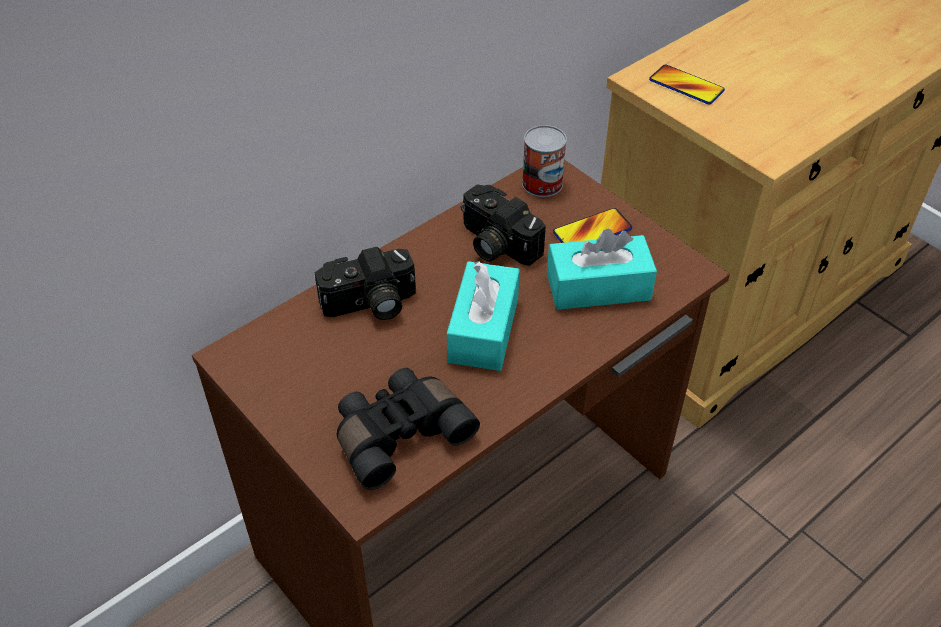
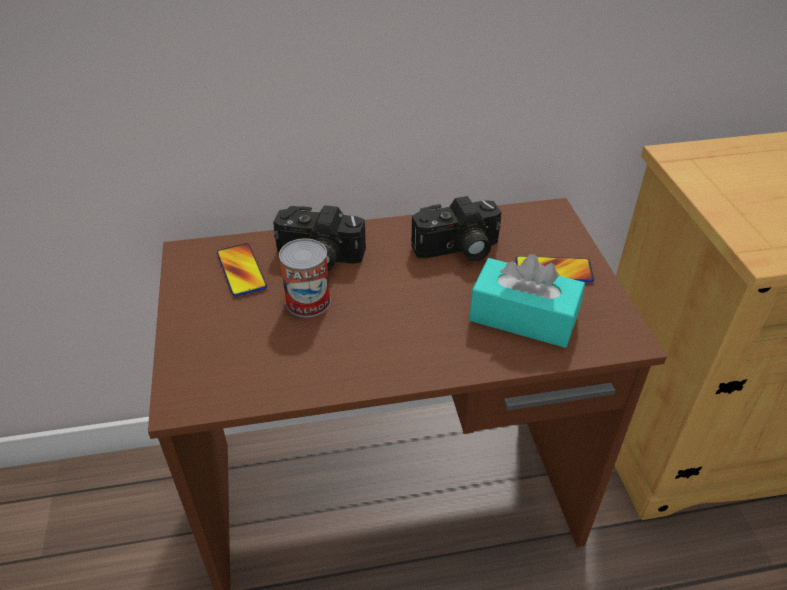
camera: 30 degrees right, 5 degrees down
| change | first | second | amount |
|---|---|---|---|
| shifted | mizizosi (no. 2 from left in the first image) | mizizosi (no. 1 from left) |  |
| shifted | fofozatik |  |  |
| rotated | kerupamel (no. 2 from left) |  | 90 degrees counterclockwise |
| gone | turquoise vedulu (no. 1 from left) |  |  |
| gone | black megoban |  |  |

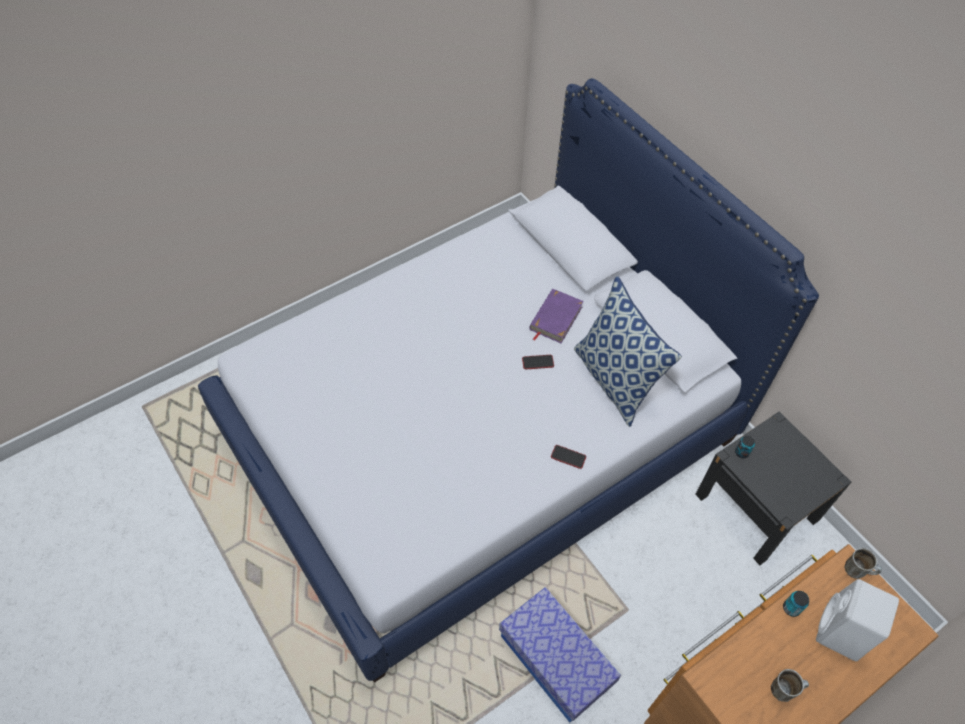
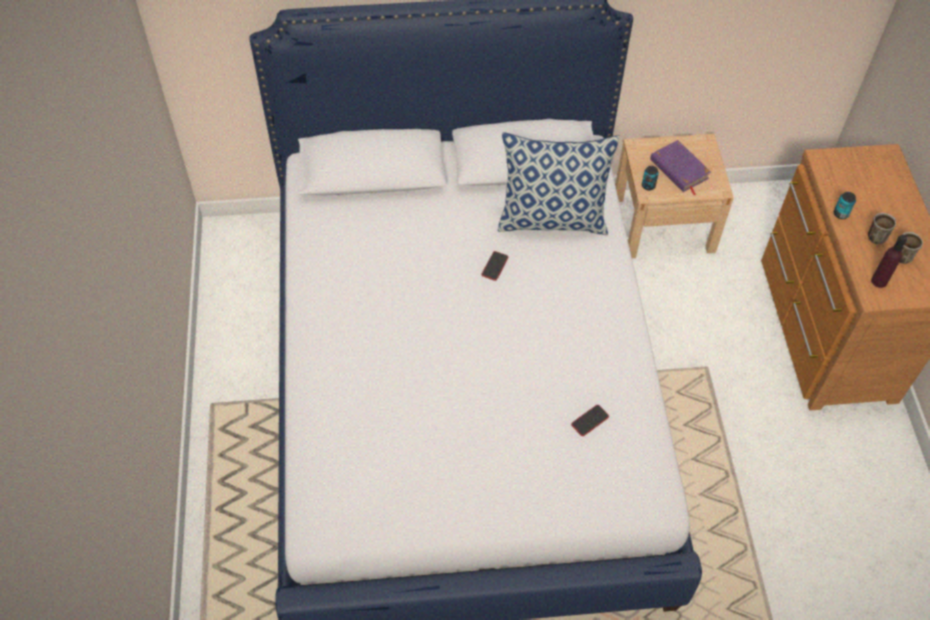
camera: 60 degrees left, 0 degrees up
| change | first | second | amount |
|---|---|---|---|
| shifted | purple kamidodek |  |  |
| repainted | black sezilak | beige sezilak |  |
| shifted | mizizosi (no. 2 from left) |  |  |
| shifted | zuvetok (no. 2 from left in the first image) | zuvetok (no. 1 from left) |  |
| gone | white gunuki |  |  |
| gone | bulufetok |  |  |
| new |  | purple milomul |  |

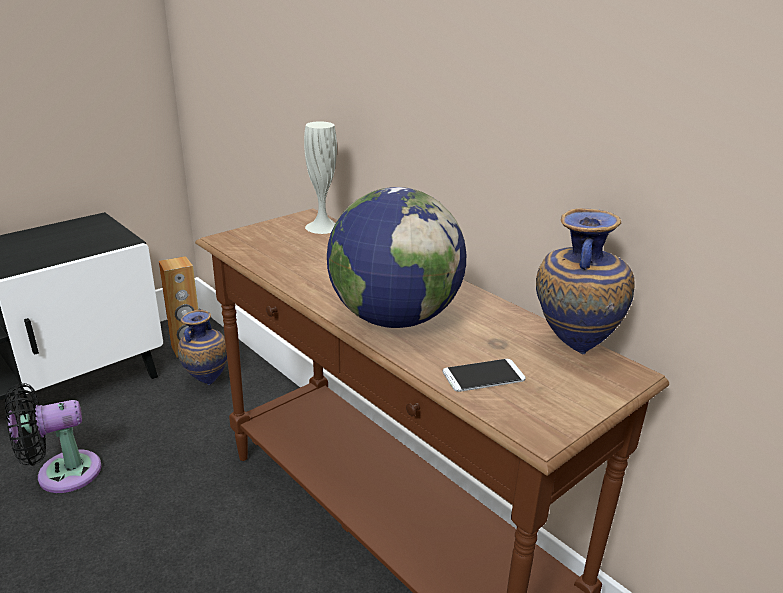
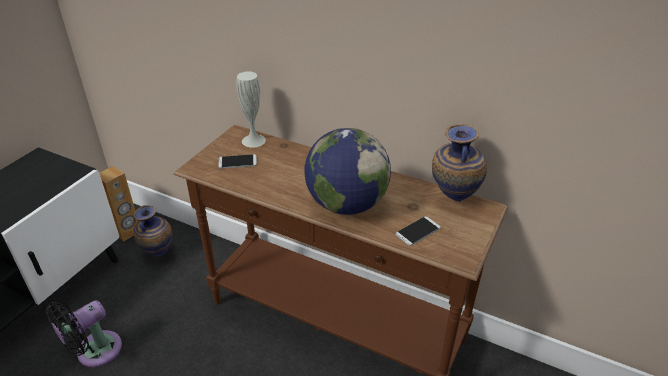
camera: 20 degrees left, 10 degrees up
| change | first | second | amount |
|---|---|---|---|
| new |  | mizizosi (no. 1 from left) |  |

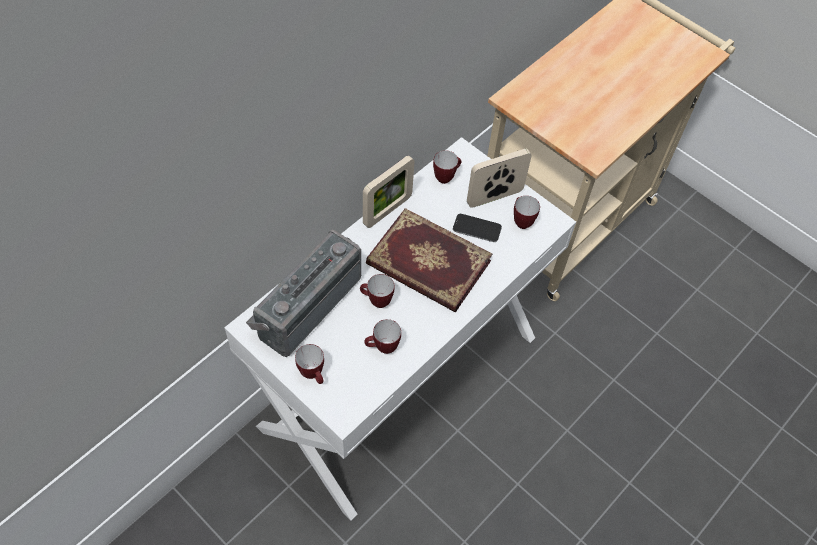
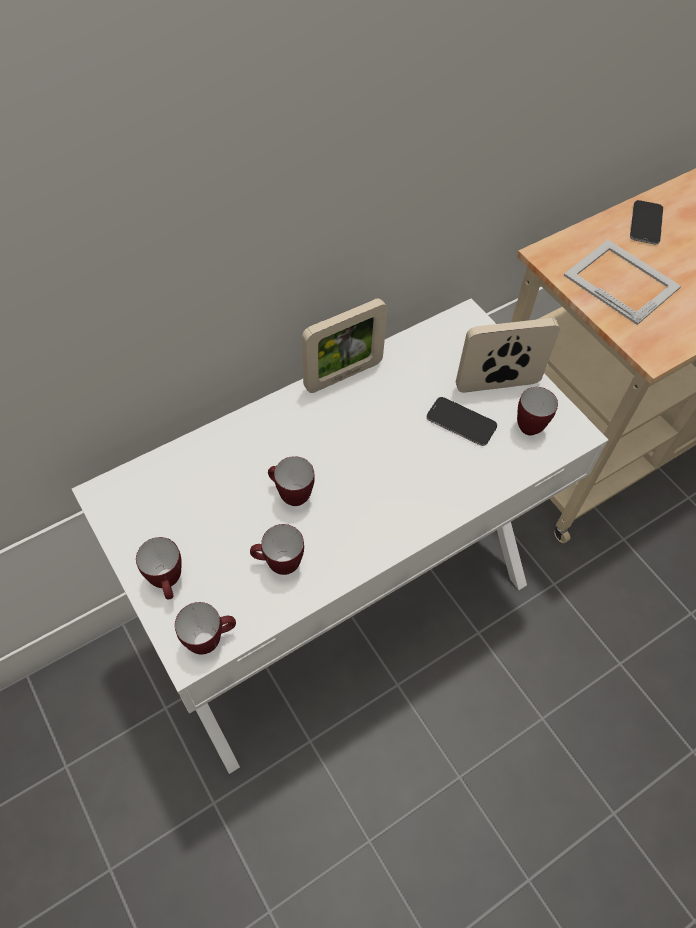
camera: 15 degrees right, 0 degrees up
| change | first | second | amount |
|---|---|---|---|
| shifted | zuvetok (no. 4 from left in the first image) | zuvetok (no. 2 from left) |  |
| gone | kamidodek |  |  |
| gone | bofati |  |  |
| new |  | mizizosi (no. 2 from left) |  |
| new |  | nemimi (no. 3 from left) |  |

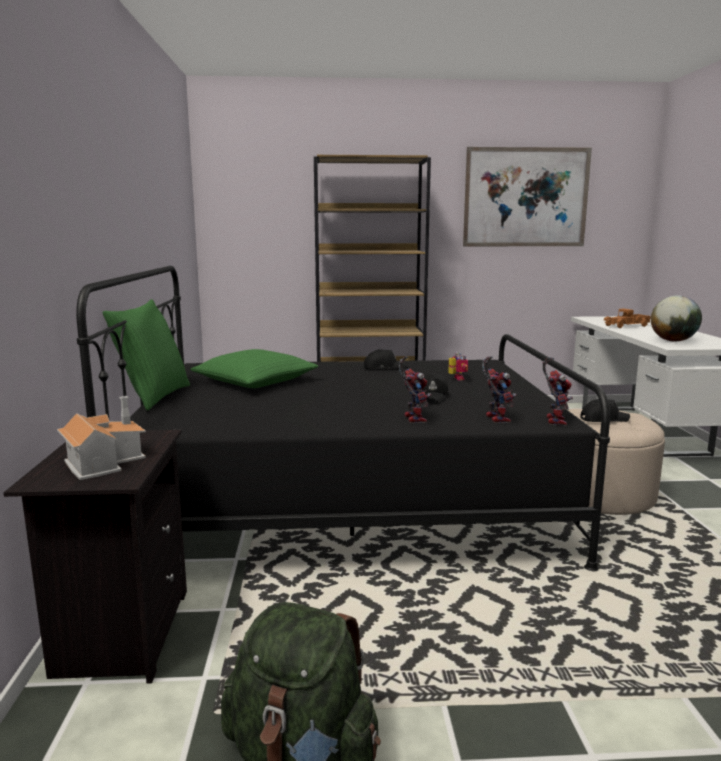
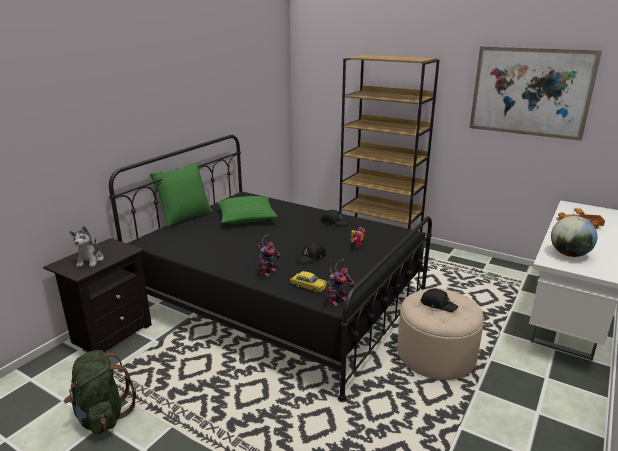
camera: 35 degrees right, 10 degrees up
| change | first | second | amount |
|---|---|---|---|
| swapped | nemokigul (no. 3 from left) | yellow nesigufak |  |
| swapped | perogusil | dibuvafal |  |

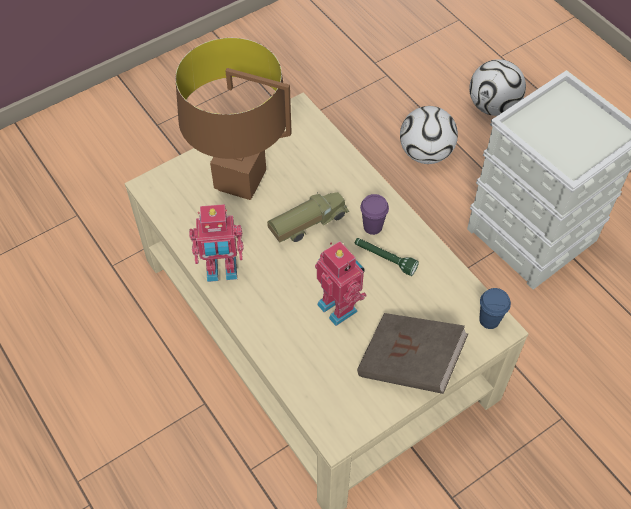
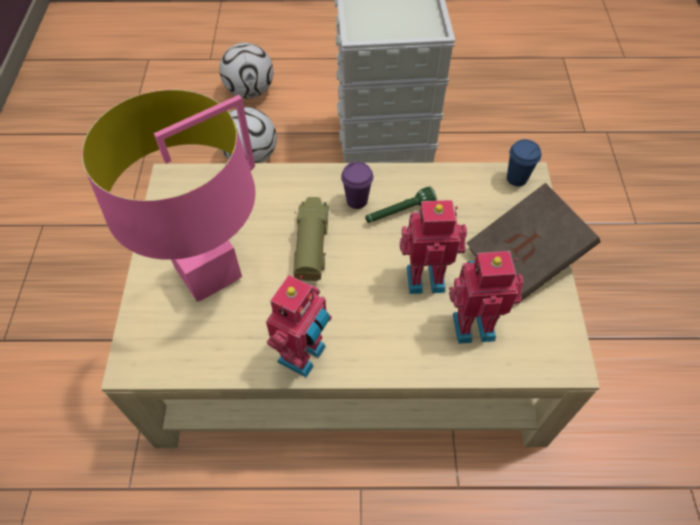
camera: 55 degrees left, 0 degrees up
| change | first | second | amount |
|---|---|---|---|
| repainted | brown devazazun | pink devazazun |  |
| new |  | nemokigul (no. 3 from left) |  |

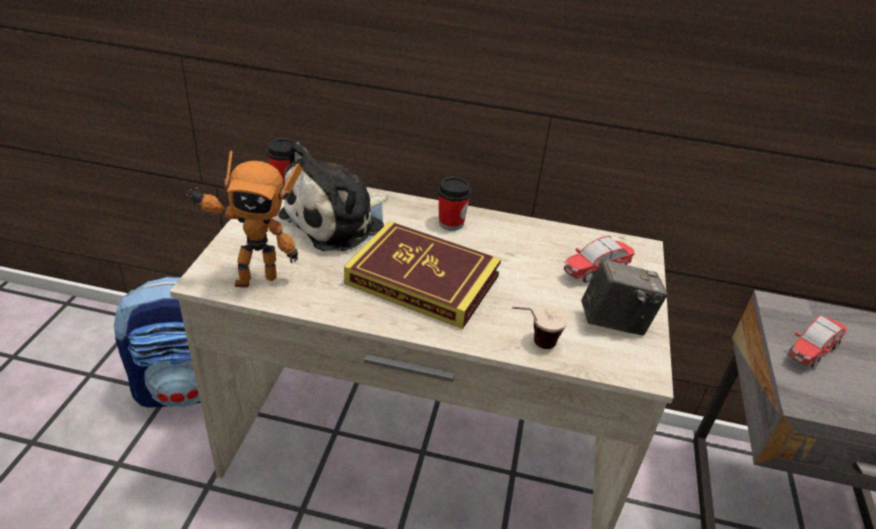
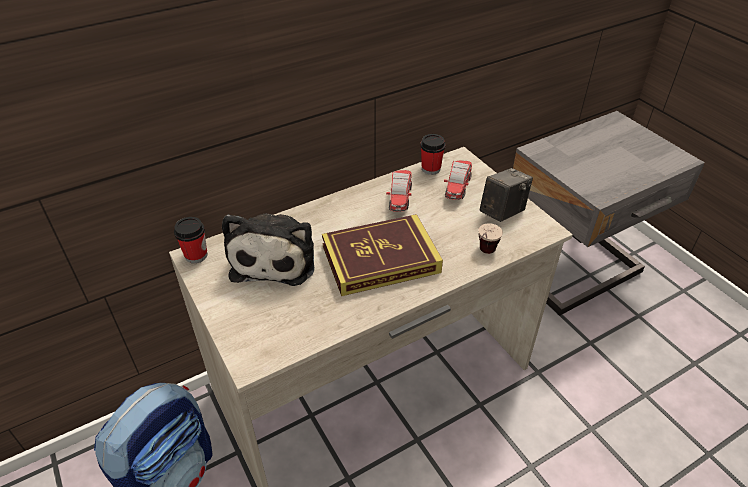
camera: 40 degrees left, 5 degrees up
| change | first | second | amount |
|---|---|---|---|
| gone | nemokigul |  |  |
| shifted | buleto (no. 2 from left) |  |  |
| shifted | nesigufak (no. 2 from left in the first image) | nesigufak (no. 1 from left) |  |

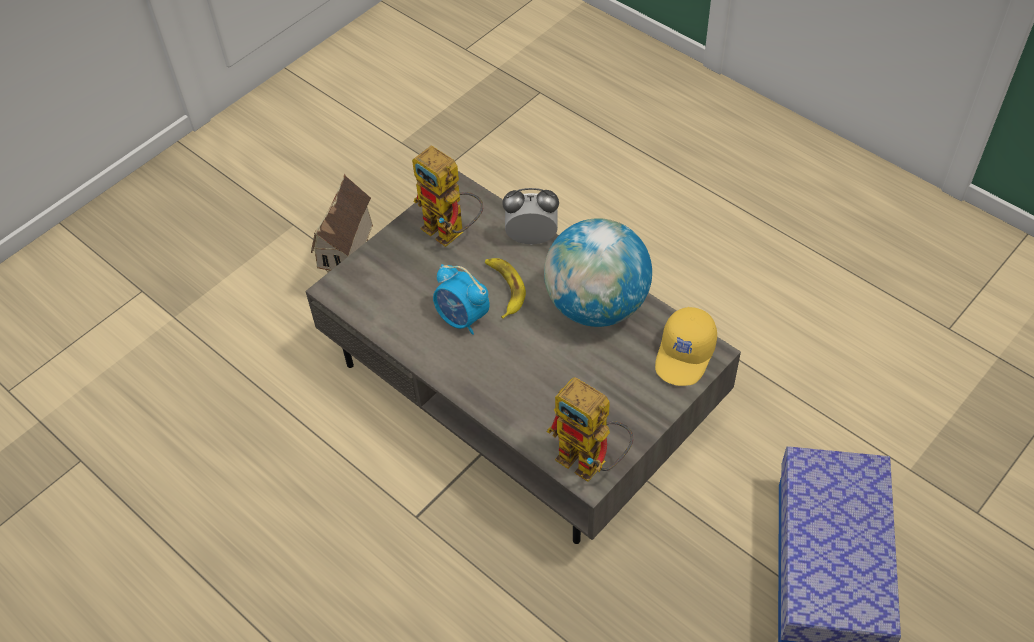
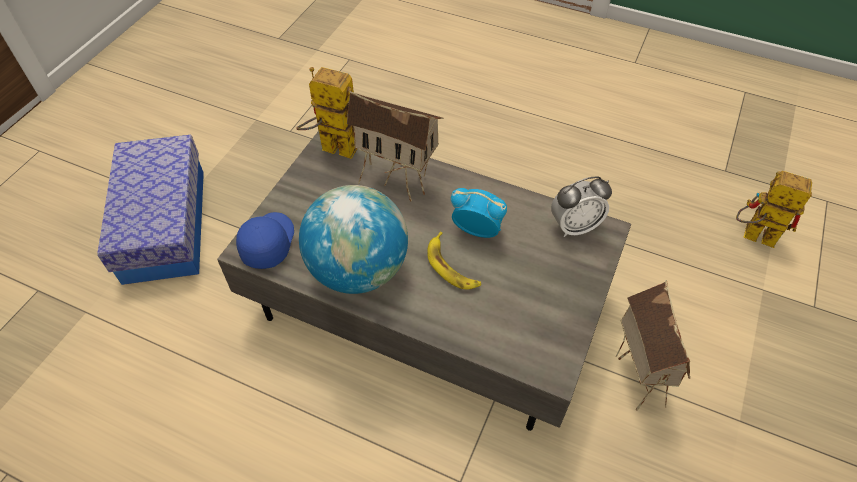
camera: 160 degrees right, 0 degrees up
| change | first | second | amount |
|---|---|---|---|
| shifted | nemokigul (no. 1 from left in the first image) | nemokigul (no. 2 from left) |  |
| shifted | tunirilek (no. 2 from left) |  |  |
| repainted | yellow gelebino | blue gelebino |  |
| new |  | perogusil (no. 1 from left) |  |

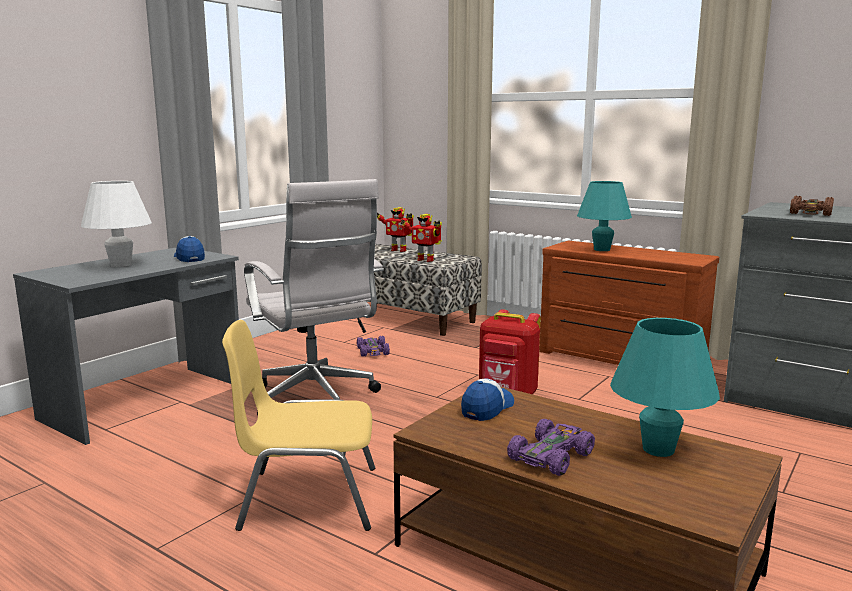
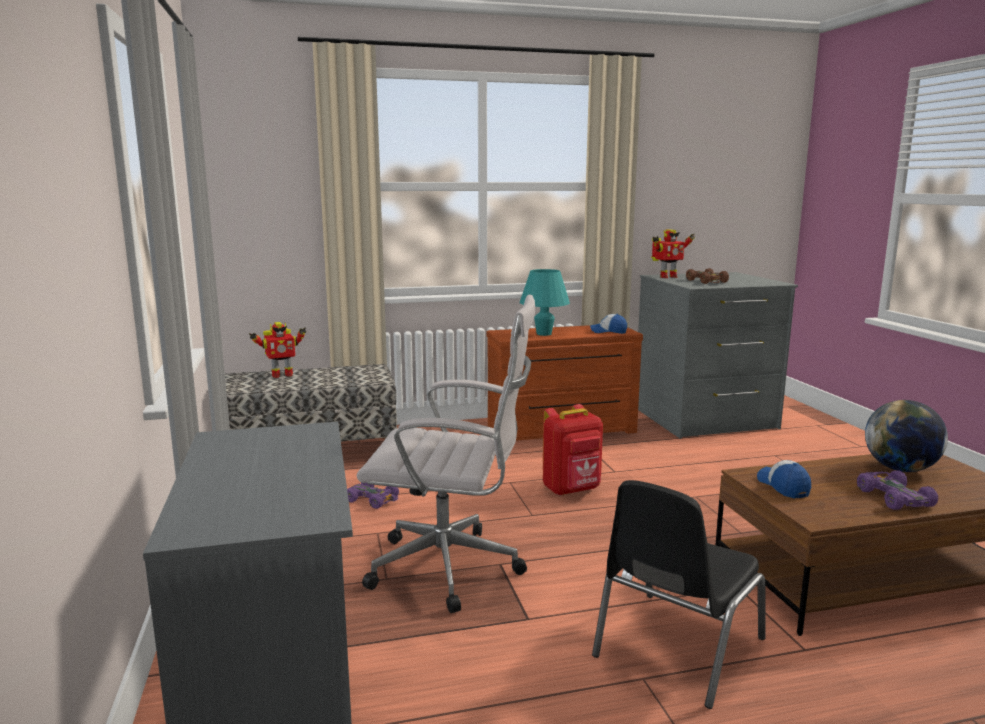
camera: 50 degrees left, 0 degrees up
| change | first | second | amount |
|---|---|---|---|
| gone | white devazazun |  |  |
| shifted | nemokigul (no. 2 from left) |  |  |
| shifted | gelebino (no. 1 from left) |  |  |
| swapped | turquoise devazazun (no. 2 from left) | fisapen |  |
| repainted | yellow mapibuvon | black mapibuvon |  |

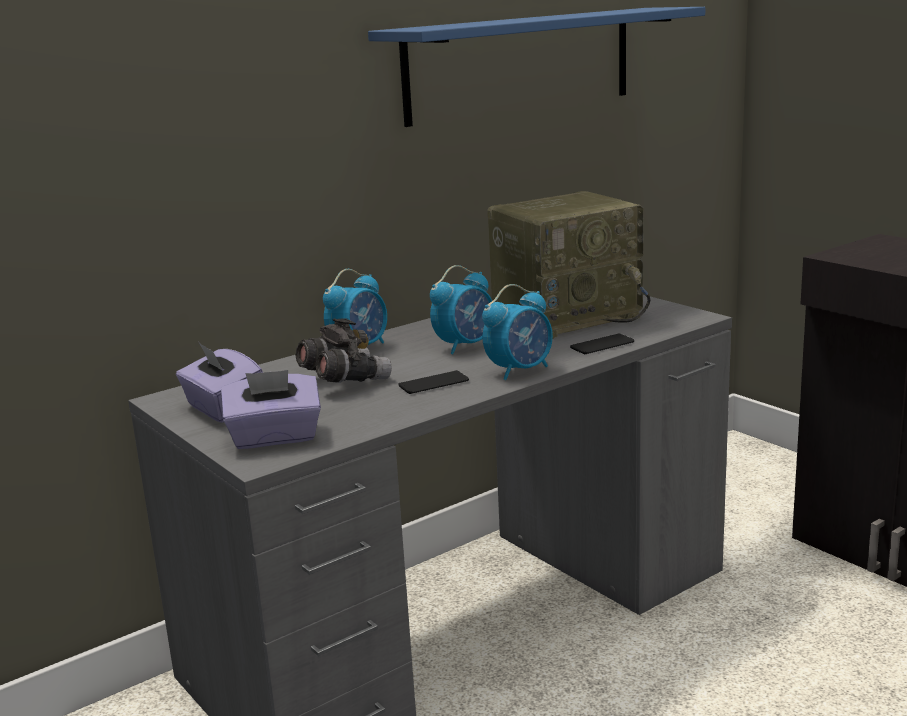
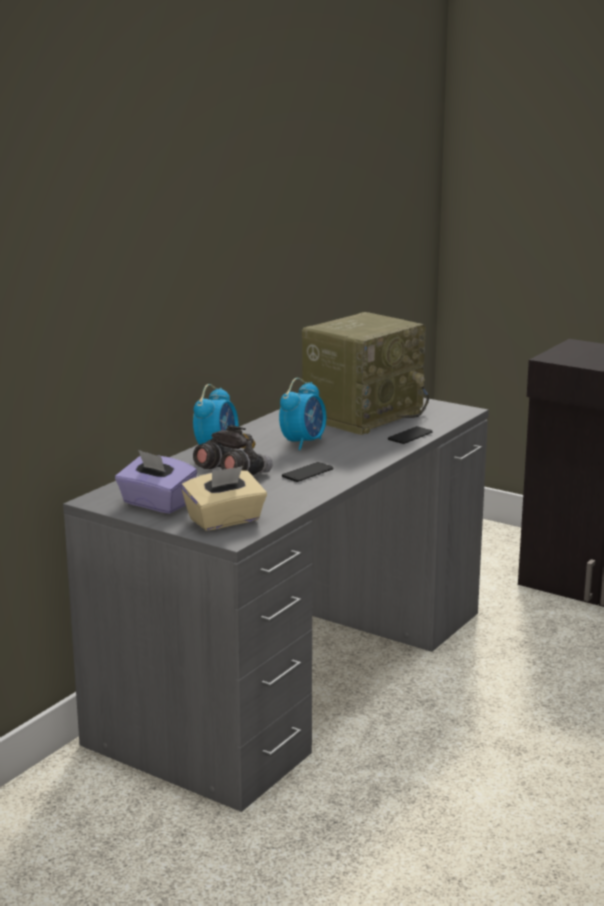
camera: 20 degrees left, 0 degrees up
| change | first | second | amount |
|---|---|---|---|
| gone | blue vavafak |  |  |
| gone | tunirilek (no. 3 from left) |  |  |
| repainted | purple vedulu (no. 2 from left) | beige vedulu |  |

